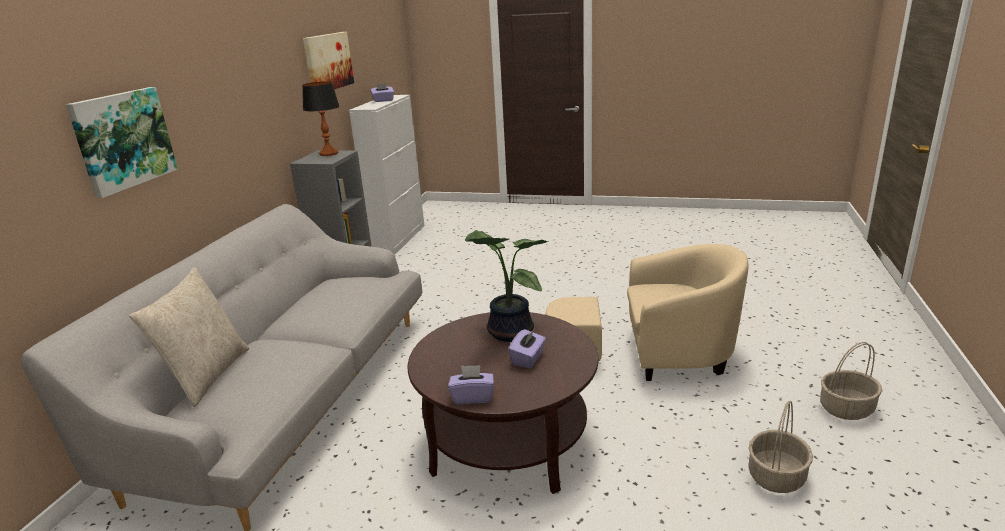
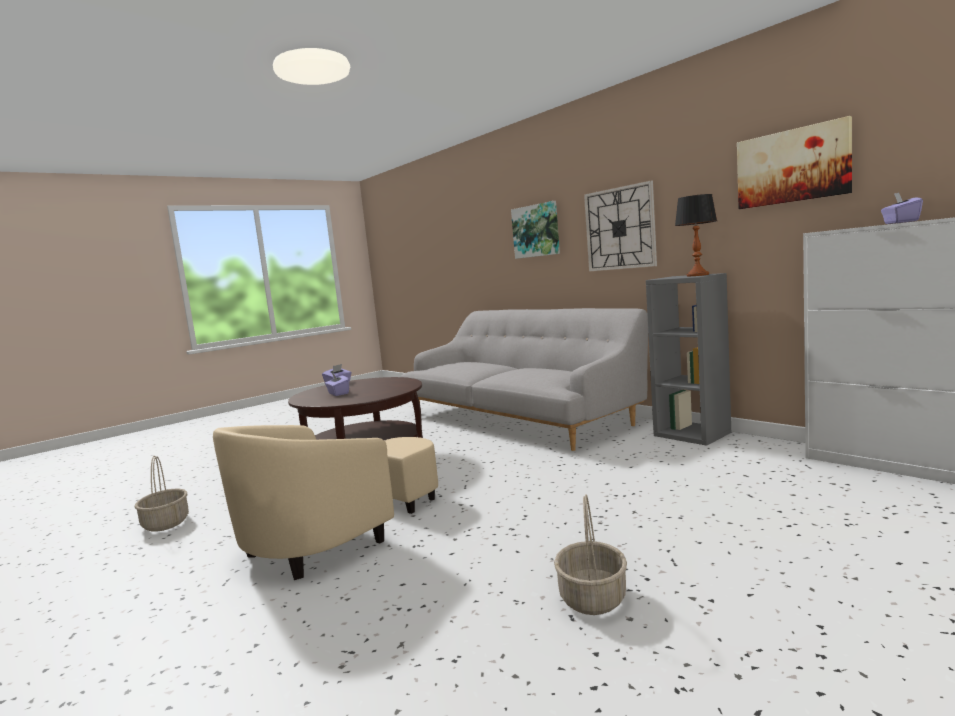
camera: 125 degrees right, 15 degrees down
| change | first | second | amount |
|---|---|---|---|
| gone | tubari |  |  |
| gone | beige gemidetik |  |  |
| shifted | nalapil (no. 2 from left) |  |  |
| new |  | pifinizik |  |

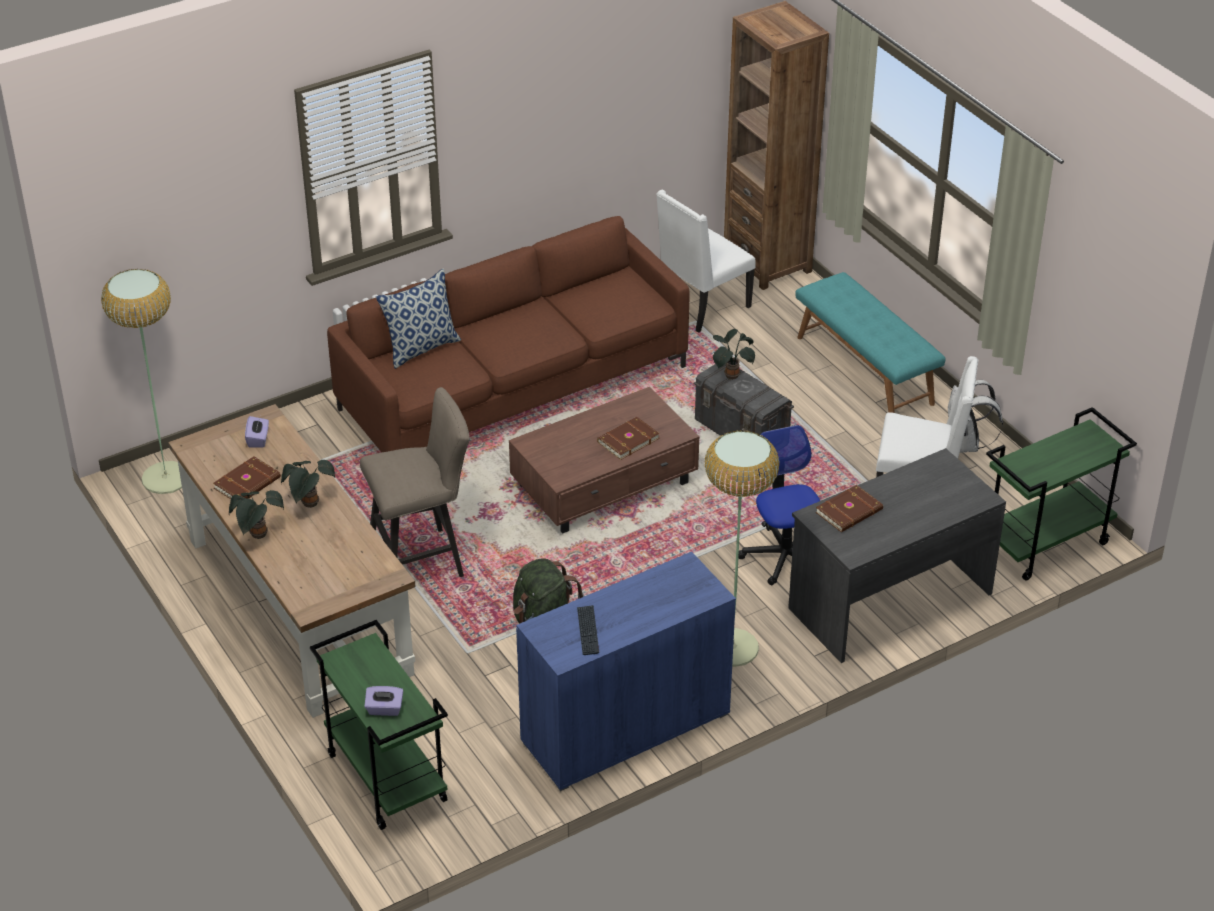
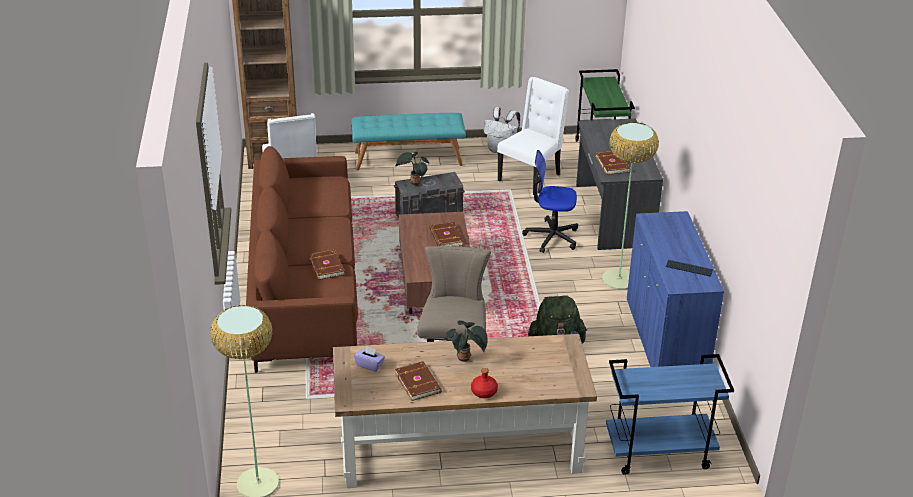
camera: 65 degrees left, 5 degrees down
| change | first | second | amount |
|---|---|---|---|
| gone | gemidetik |  |  |
| swapped | tubari (no. 1 from left) | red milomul |  |
| repainted | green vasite (no. 1 from left) | blue vasite |  |
| gone | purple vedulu (no. 2 from left) |  |  |
| new |  | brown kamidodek (no. 1 from left) |  |

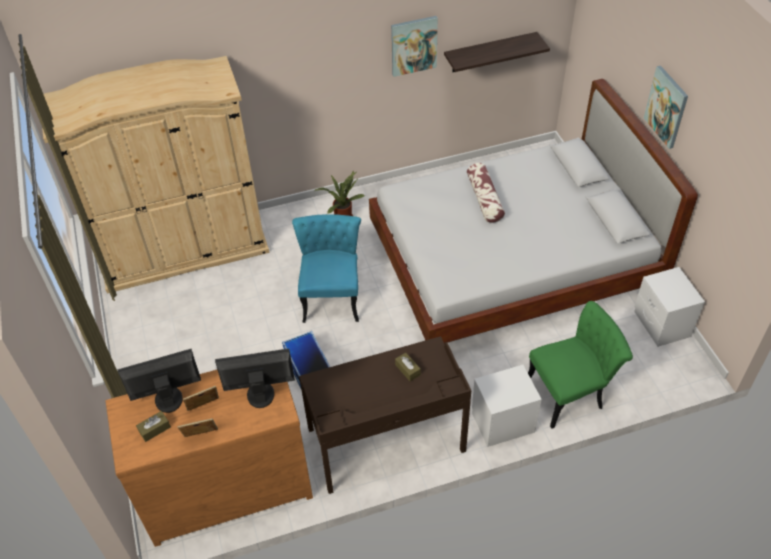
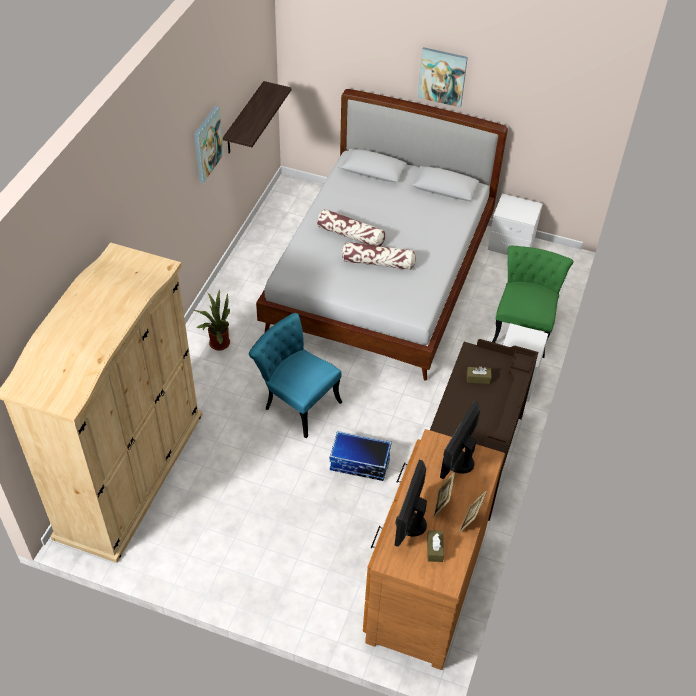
camera: 55 degrees left, 0 degrees up
| change | first | second | amount |
|---|---|---|---|
| new |  | gemidetik (no. 2 from left) |  |

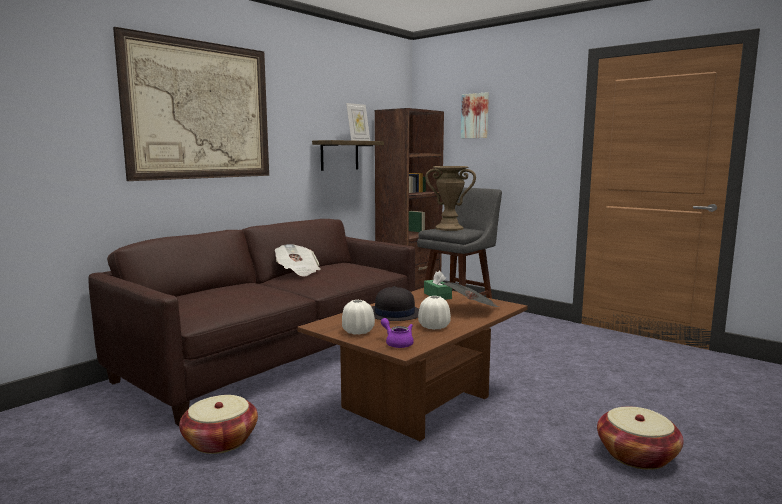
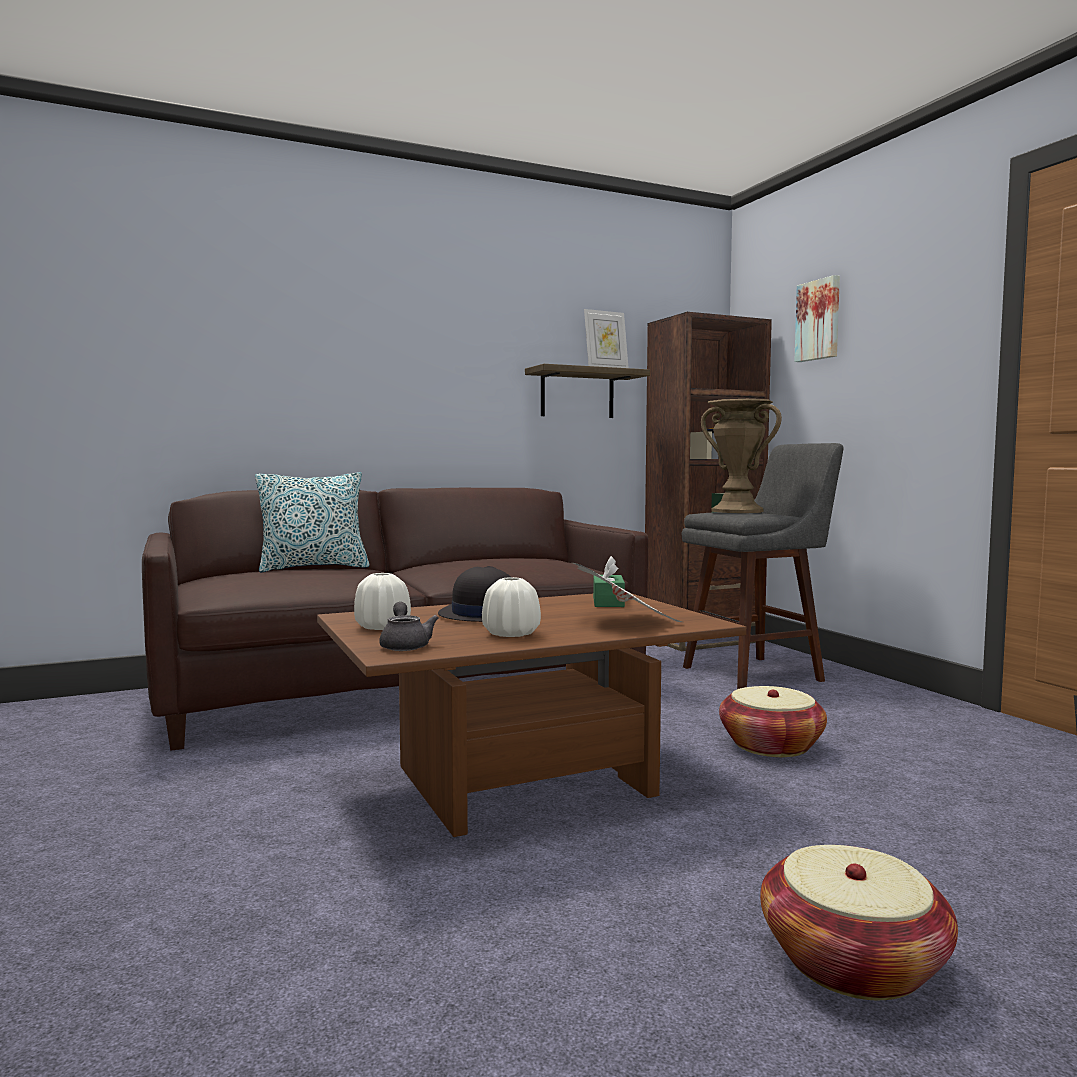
camera: 25 degrees right, 5 degrees down
| change | first | second | amount |
|---|---|---|---|
| gone | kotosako (no. 1 from left) |  |  |
| gone | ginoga (no. 1 from left) |  |  |
| repainted | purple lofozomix | grey lofozomix |  |
| shifted | nalapil (no. 1 from left) |  |  |
| new |  | gemidetik |  |

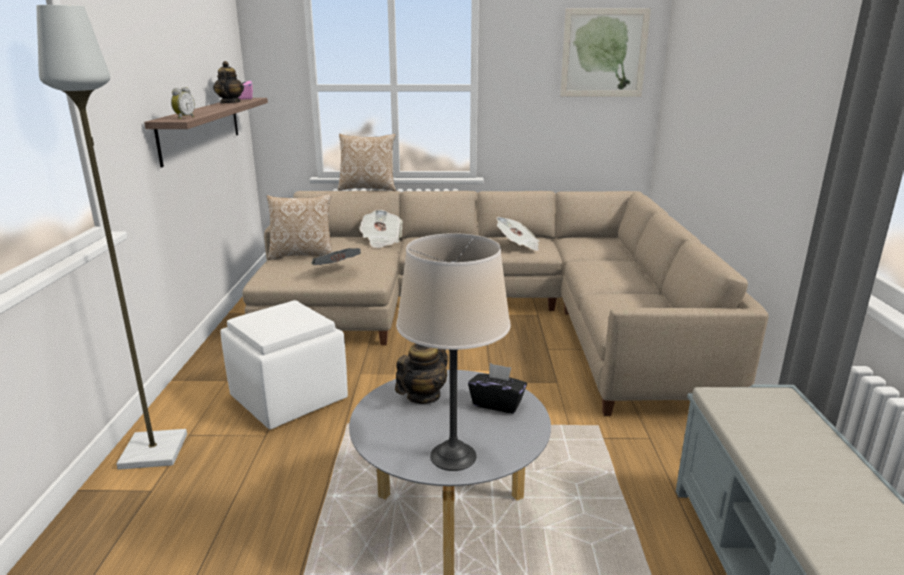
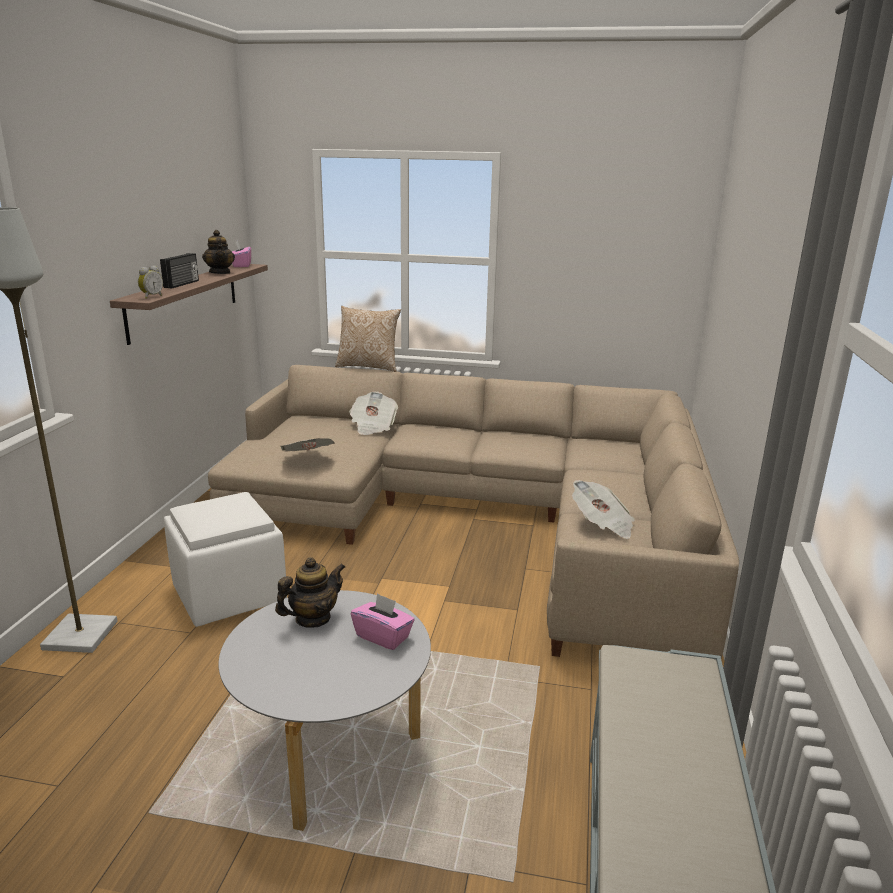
camera: 10 degrees right, 0 degrees up
| change | first | second | amount |
|---|---|---|---|
| gone | kotosako |  |  |
| rotated | lofozomix (no. 1 from left) |  | 150 degrees clockwise |
| gone | gemidetik (no. 1 from left) |  |  |
| shifted | ginoga (no. 3 from left) |  |  |
| gone | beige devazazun |  |  |
| repainted | black vedulu | pink vedulu (no. 2 from left) |  |
| new |  | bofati |  |

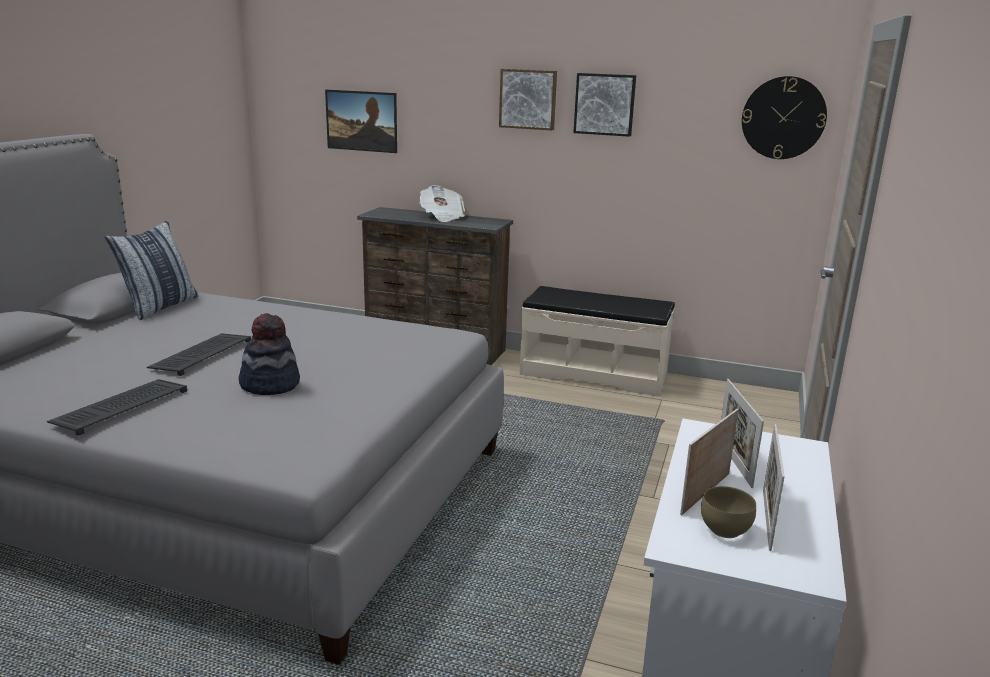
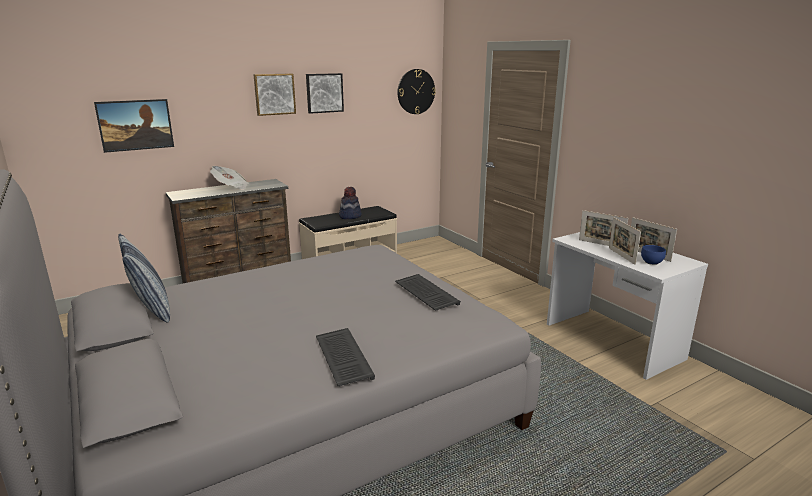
camera: 50 degrees left, 0 degrees up
| change | first | second | amount |
|---|---|---|---|
| shifted | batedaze |  |  |
| shifted | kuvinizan (no. 2 from left) |  |  |
| repainted | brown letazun | blue letazun |  |

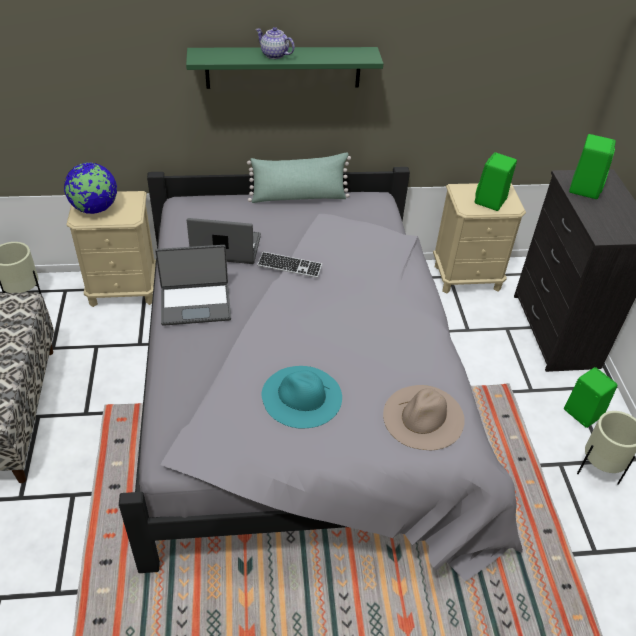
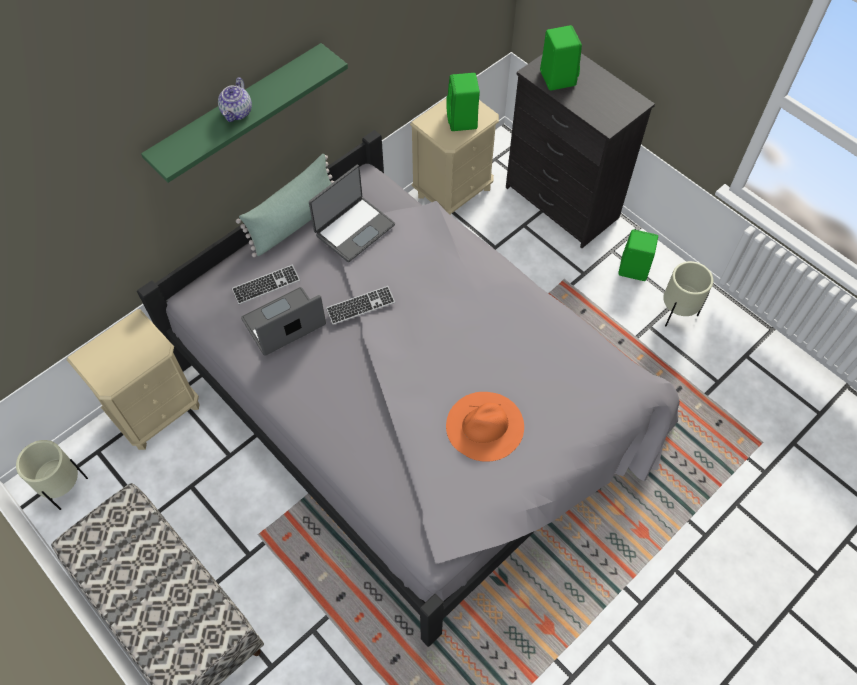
camera: 35 degrees left, 15 degrees up
| change | first | second | amount |
|---|---|---|---|
| rotated | lofozomix |  | 75 degrees counterclockwise |
| gone | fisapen |  |  |
| shifted | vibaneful (no. 1 from left in the first image) | vibaneful (no. 2 from left) |  |
| repainted | turquoise batedaze | orange batedaze |  |
| gone | beige batedaze |  |  |
| new |  | kuvinizan (no. 1 from left) |  |

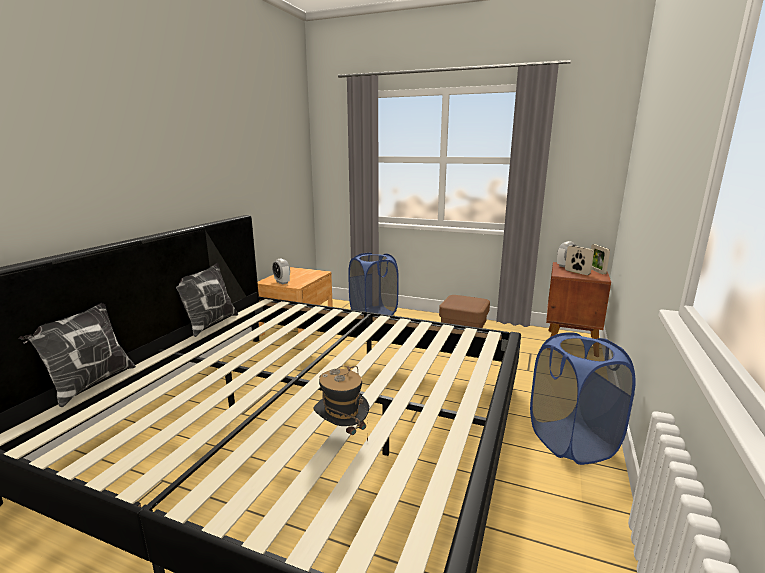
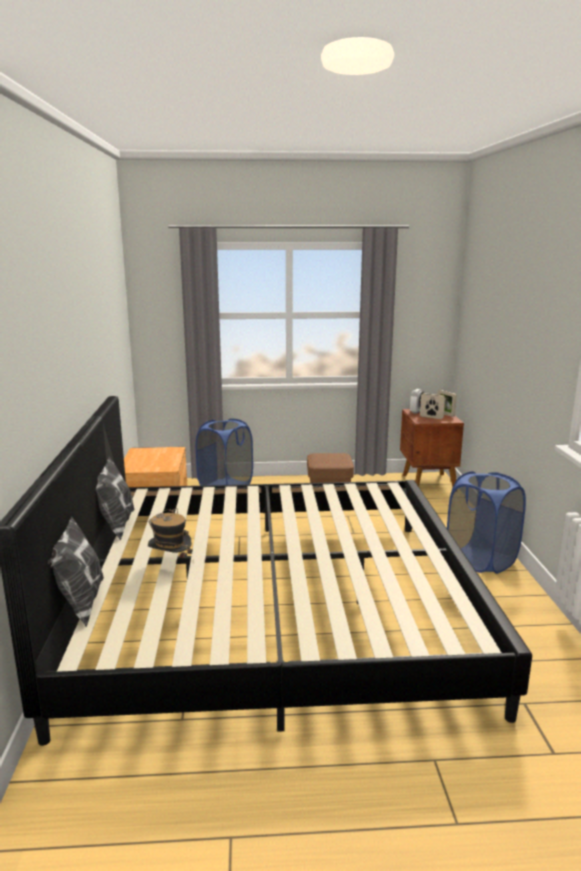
camera: 25 degrees left, 0 degrees up
| change | first | second | amount |
|---|---|---|---|
| gone | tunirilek (no. 1 from left) |  |  |
| shifted | batedaze |  |  |

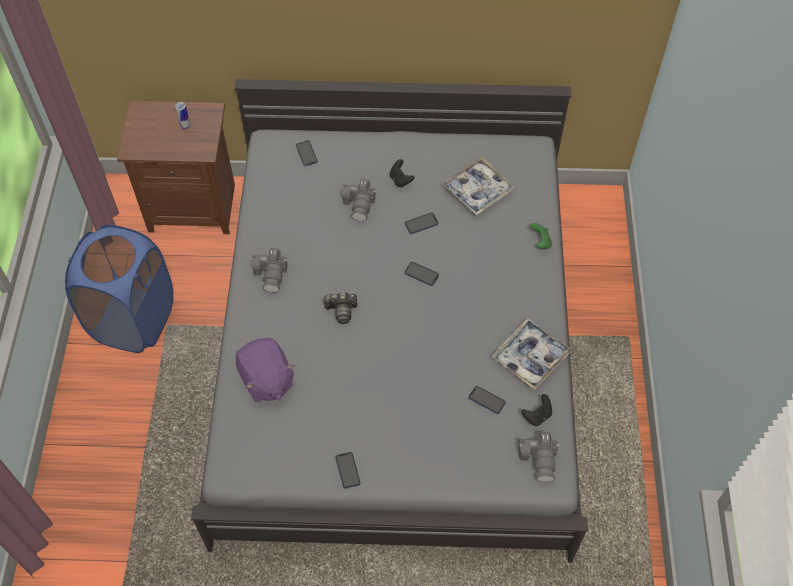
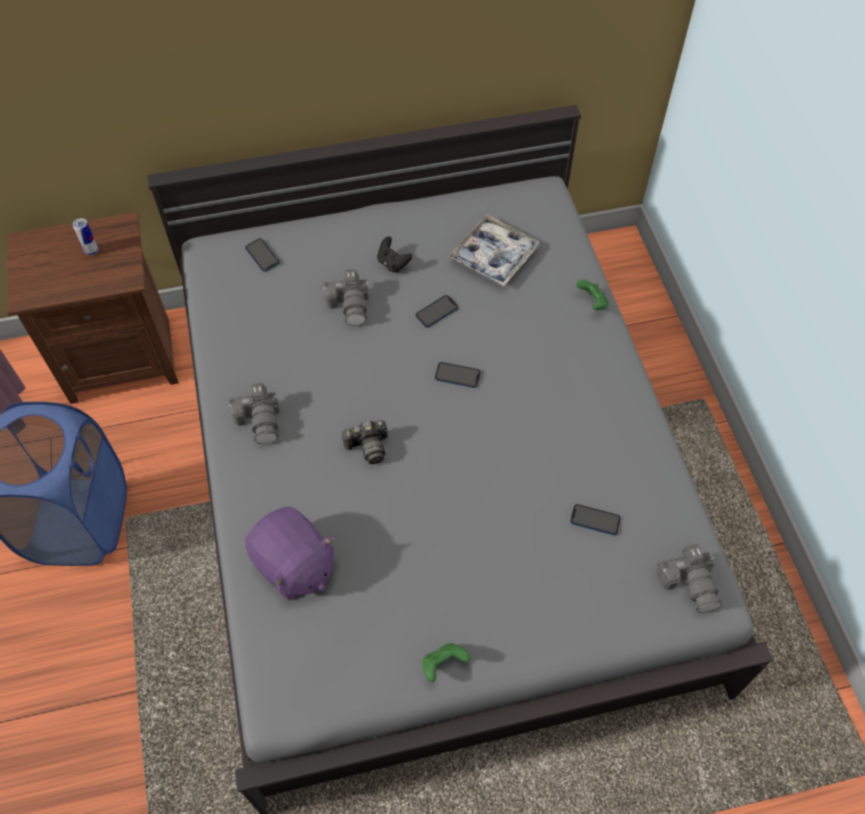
camera: 15 degrees left, 0 degrees up
| change | first | second | amount |
|---|---|---|---|
| gone | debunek (no. 2 from left) |  |  |
| gone | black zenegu (no. 2 from left) |  |  |
| swapped | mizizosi (no. 2 from left) | green zenegu (no. 1 from left) |  |

